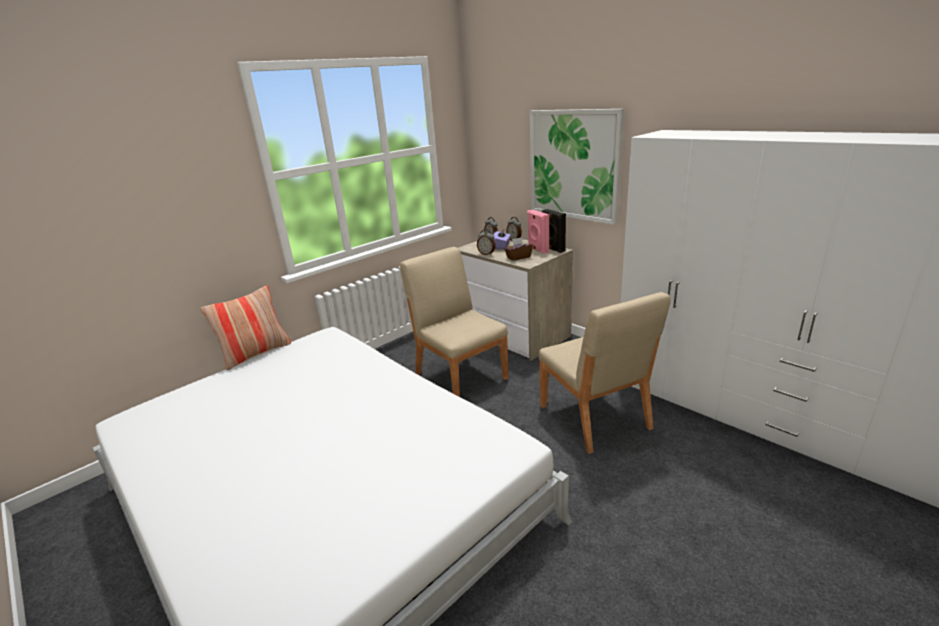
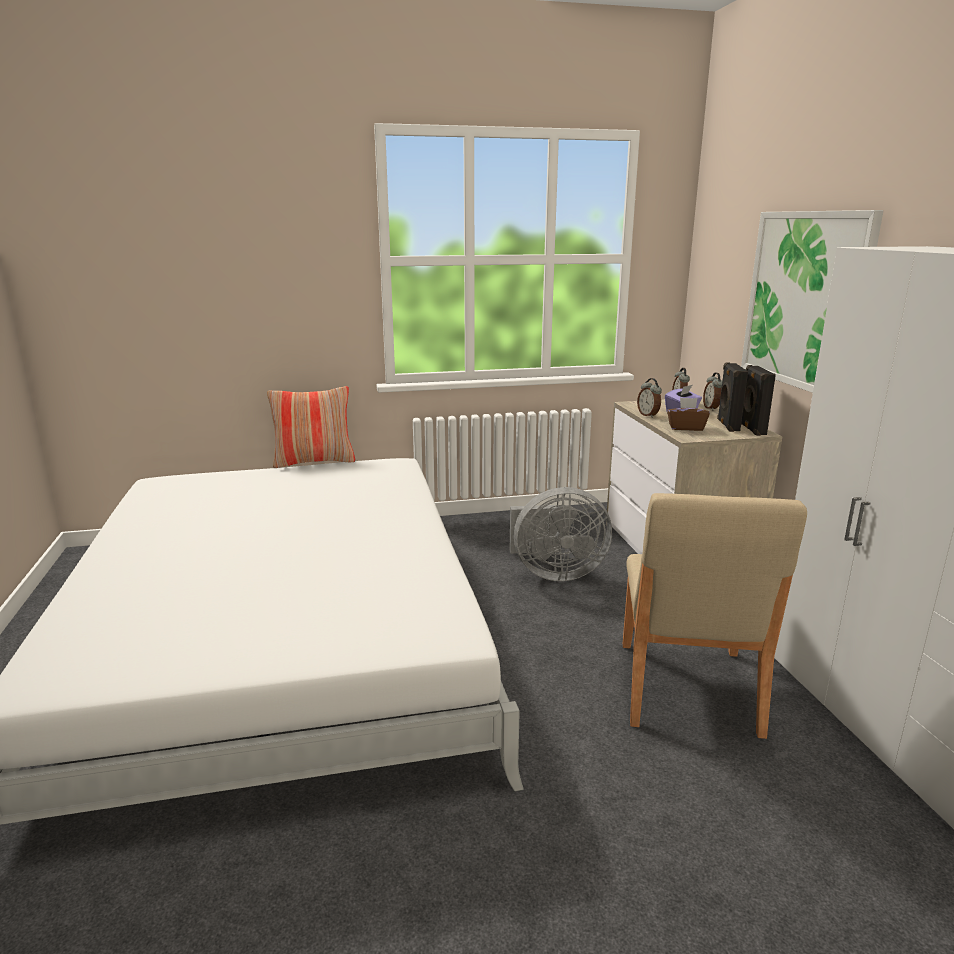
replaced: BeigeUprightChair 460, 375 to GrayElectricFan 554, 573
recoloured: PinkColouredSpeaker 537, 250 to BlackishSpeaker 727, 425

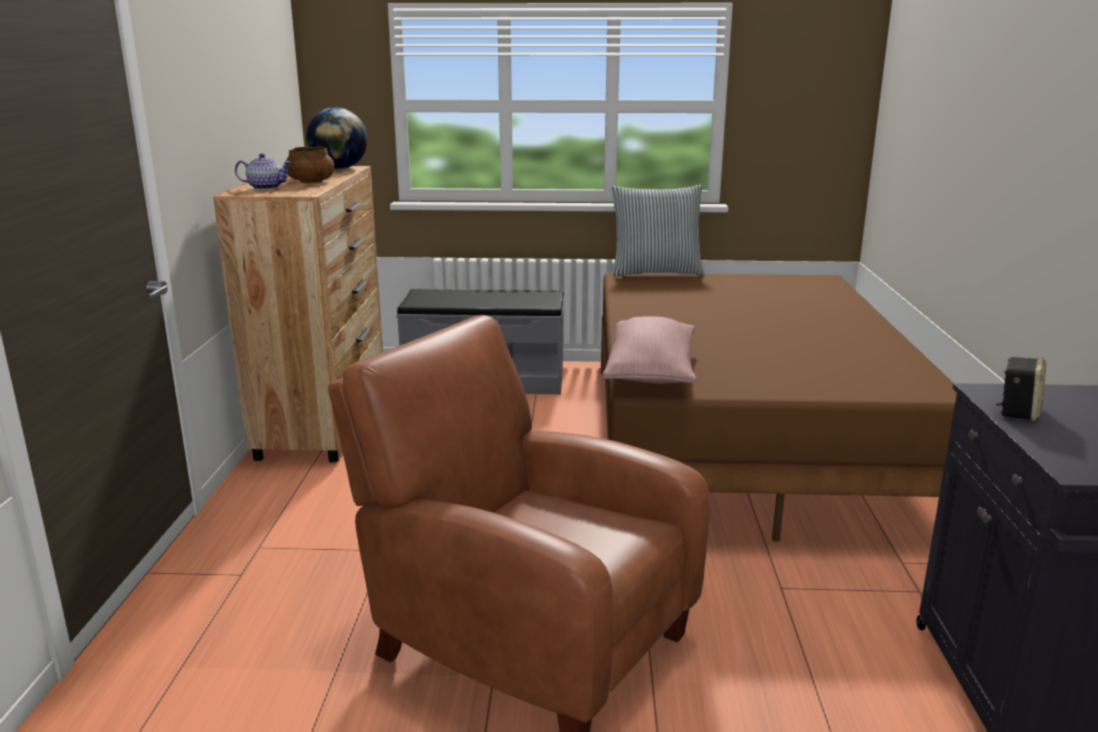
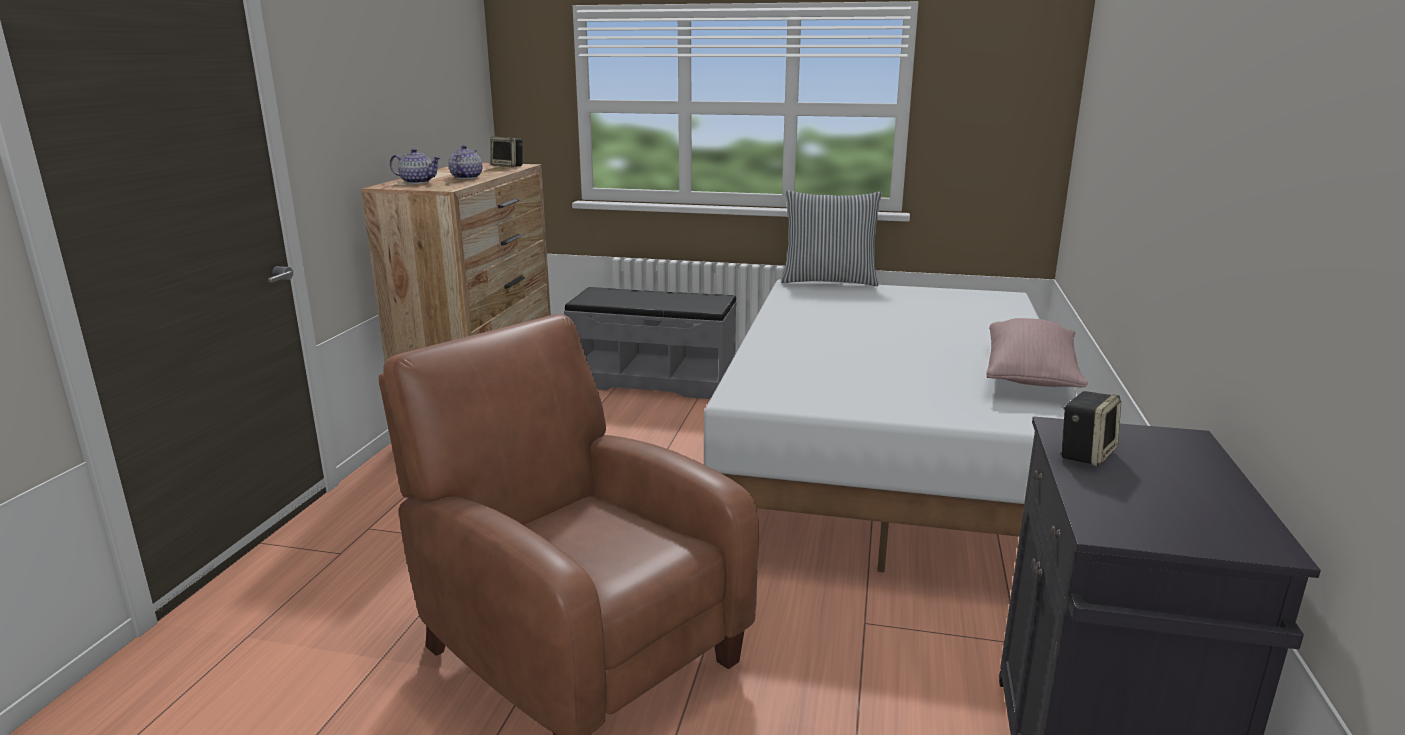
moved: PinkColouredThrowPillow 651, 372 to 1030, 375
replaced: BrownServingBowl 311, 182 to PotForTea 466, 177; WorldGlobe 339, 168 to Speaker 508, 166
recoloured: BrownBedroomBed 741, 443 to WhitishBedroomBed 888, 463

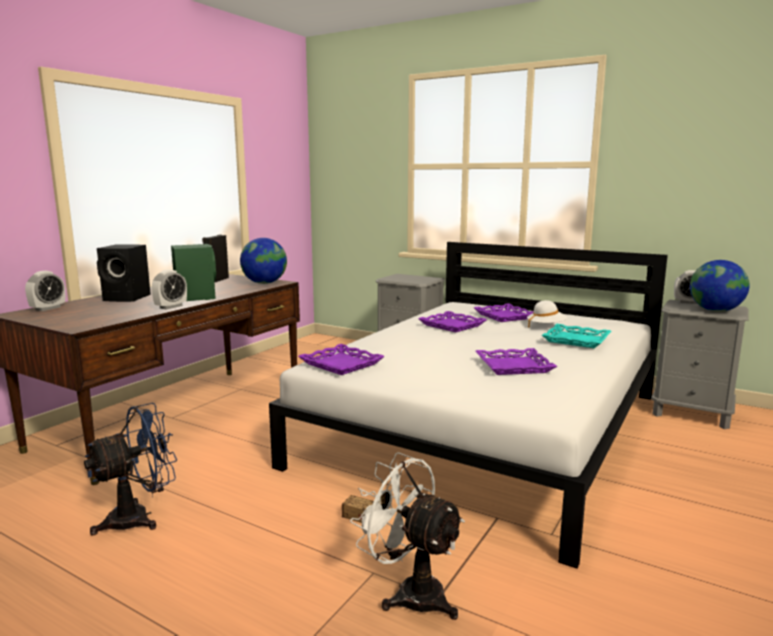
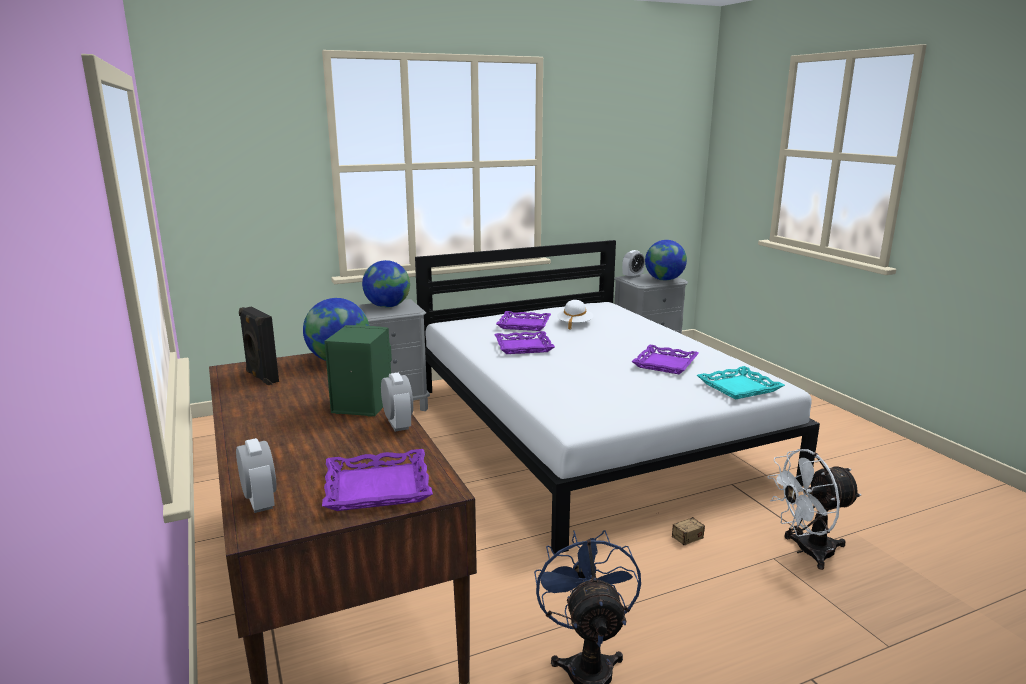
removed: BlackishSpeaker 128, 298
added: WorldGlobe 387, 306
moved: PurpleCarryingTray 340, 364 to 377, 488; TurquoiseCarryingTray 576, 340 to 738, 387

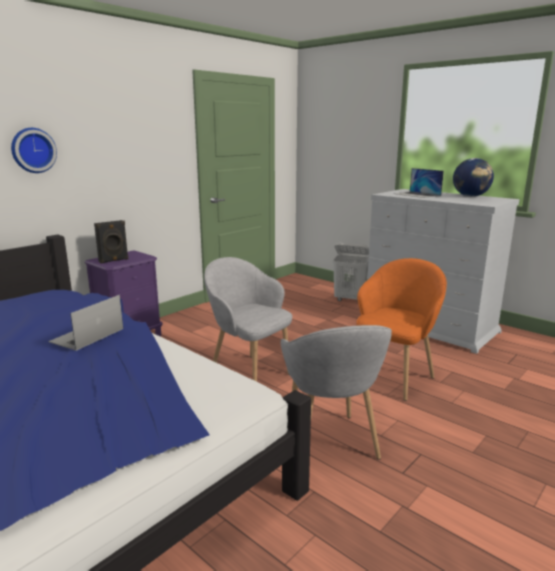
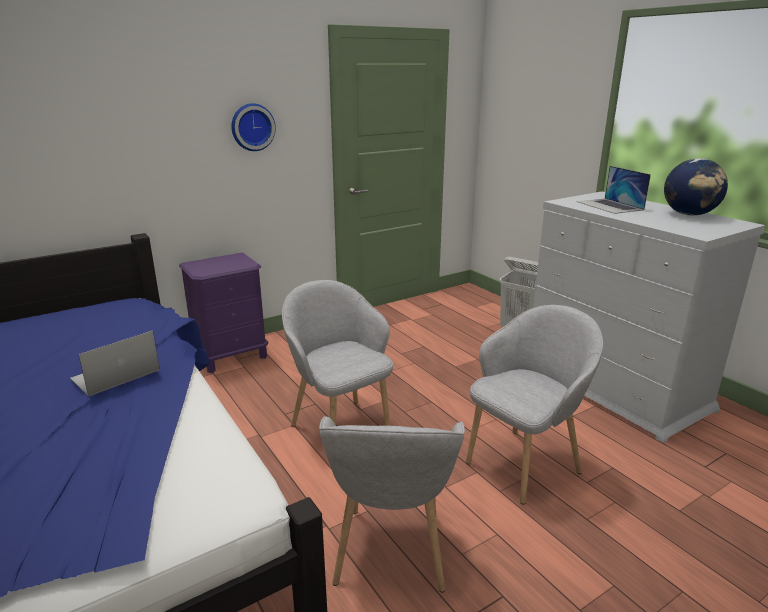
removed: BlackishSpeaker 114, 260
moved: ClockOnTheWall 33, 150 to 252, 127
recoloured: OrangeArmchair 394, 378 to GrayArmchair 524, 464

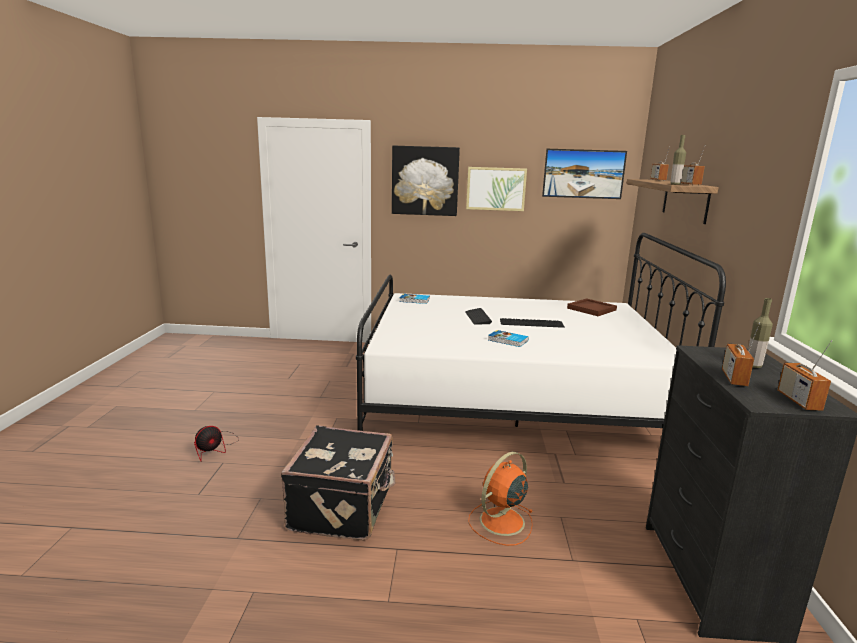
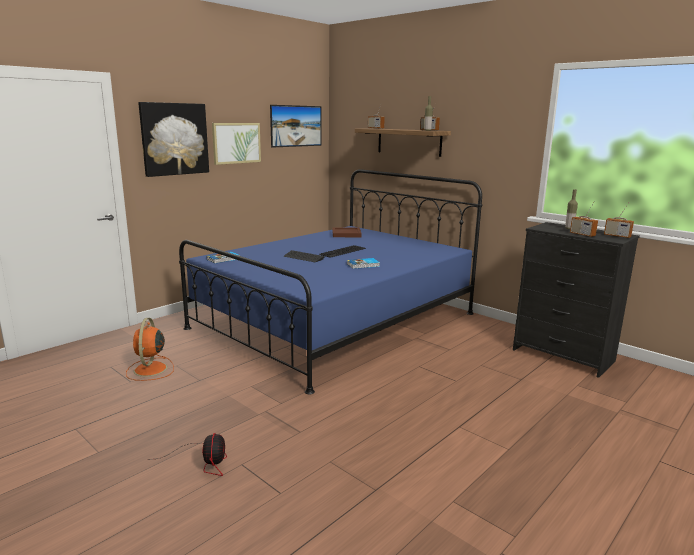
removed: BlackishTravelCase 344, 508
moved: OrangeElectricFan 500, 522 to 150, 370
recoloured: WhitishBedroomBed 511, 400 to BlueColouredBedroomBed 335, 320

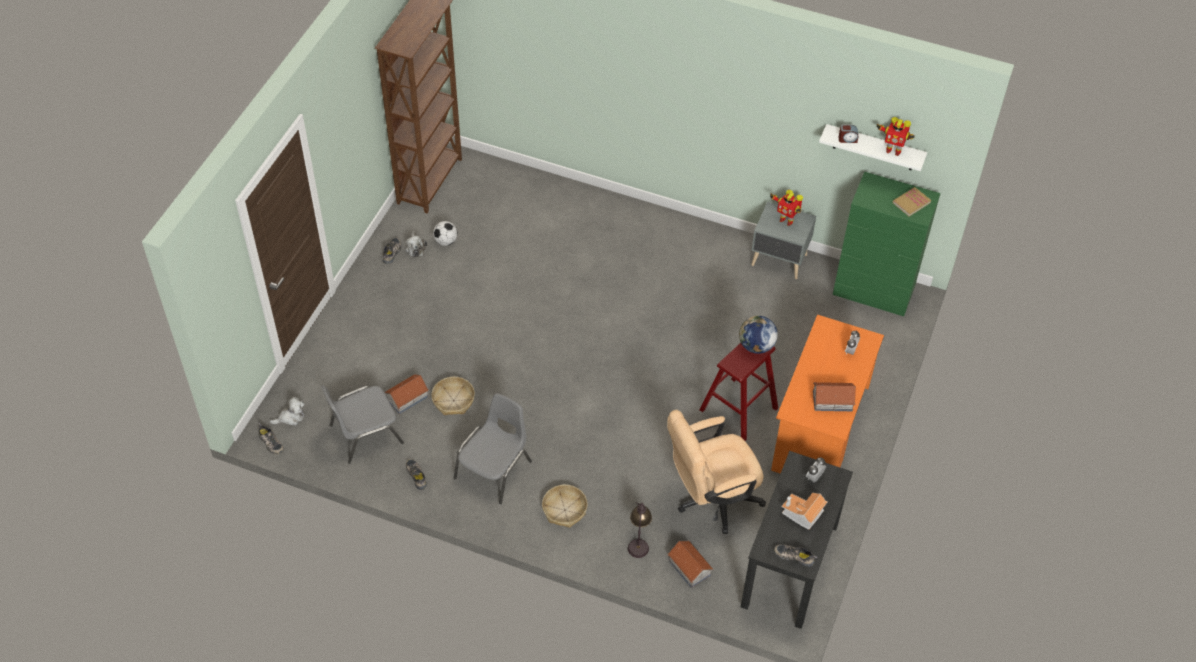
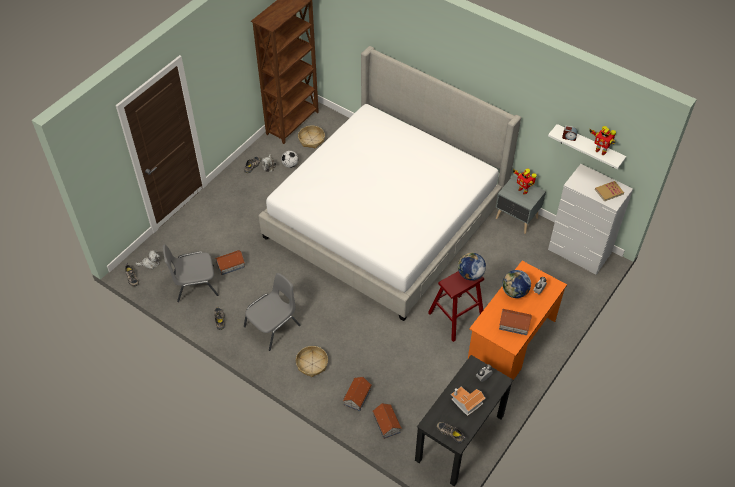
removed: BeigeDeskChair 711, 500
added: BedroomBed 385, 219; WorldGlobe 514, 292
moved: StorageBasket 453, 400 to 311, 140
replaced: TableLamp 638, 541 to MiniatureHouse 357, 397
recoloured: GreenDrawerChest 874, 291 to WhitishDrawerChest 579, 252

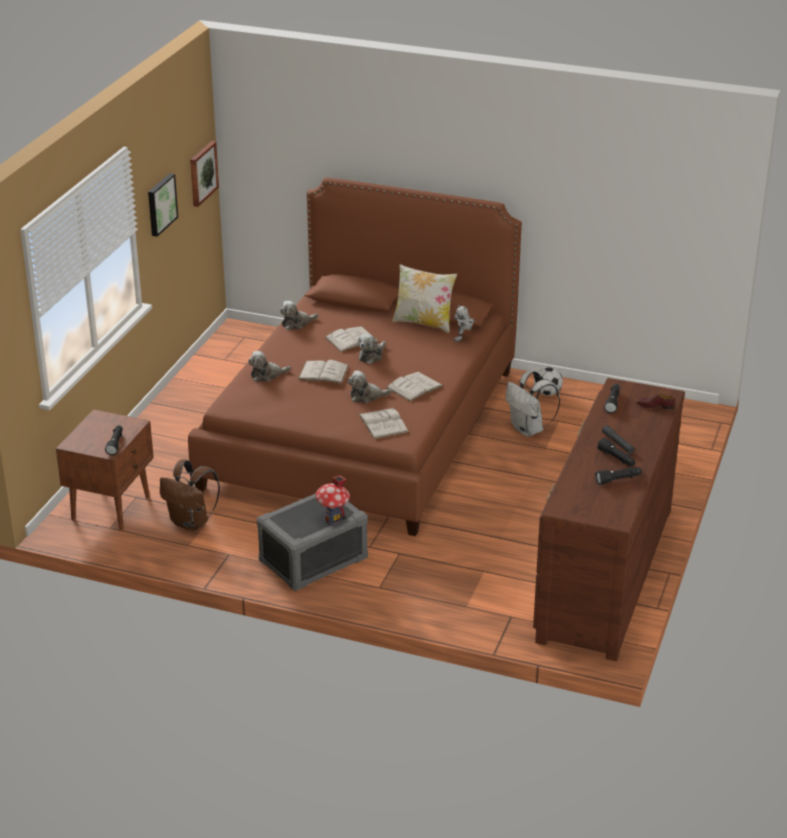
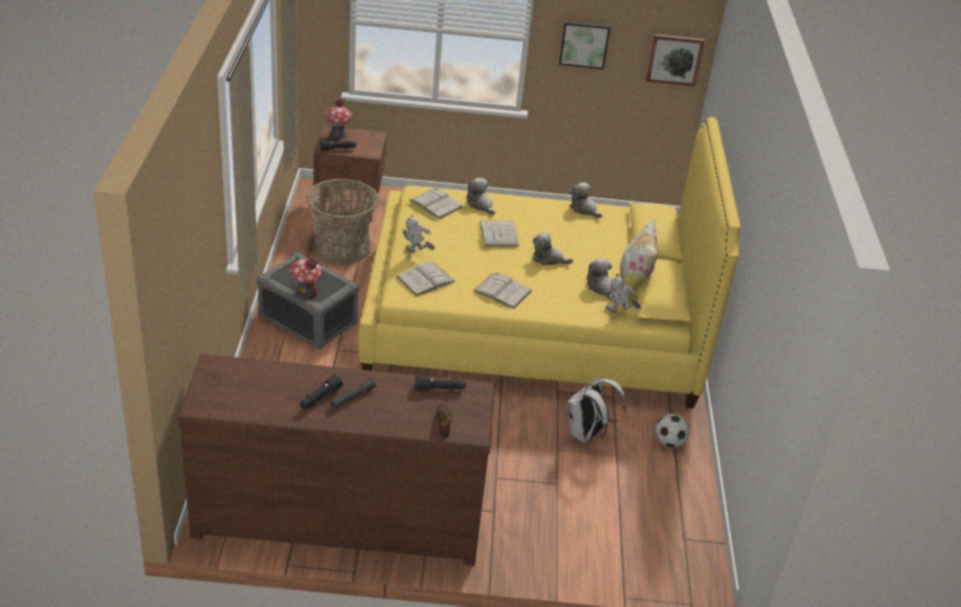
removed: BlackishFlashlight 618, 479
added: MiniatureHouse 338, 135; ToyRobot 416, 254
moved: WhitishVolume 351, 339 to 436, 203; PlushToy 366, 396 to 601, 288
replaced: BrownKnapsack 191, 523 to StorageBasket 342, 247
recoloured: BrownBedroomBed 361, 427 to YellowBedroomBed 532, 319

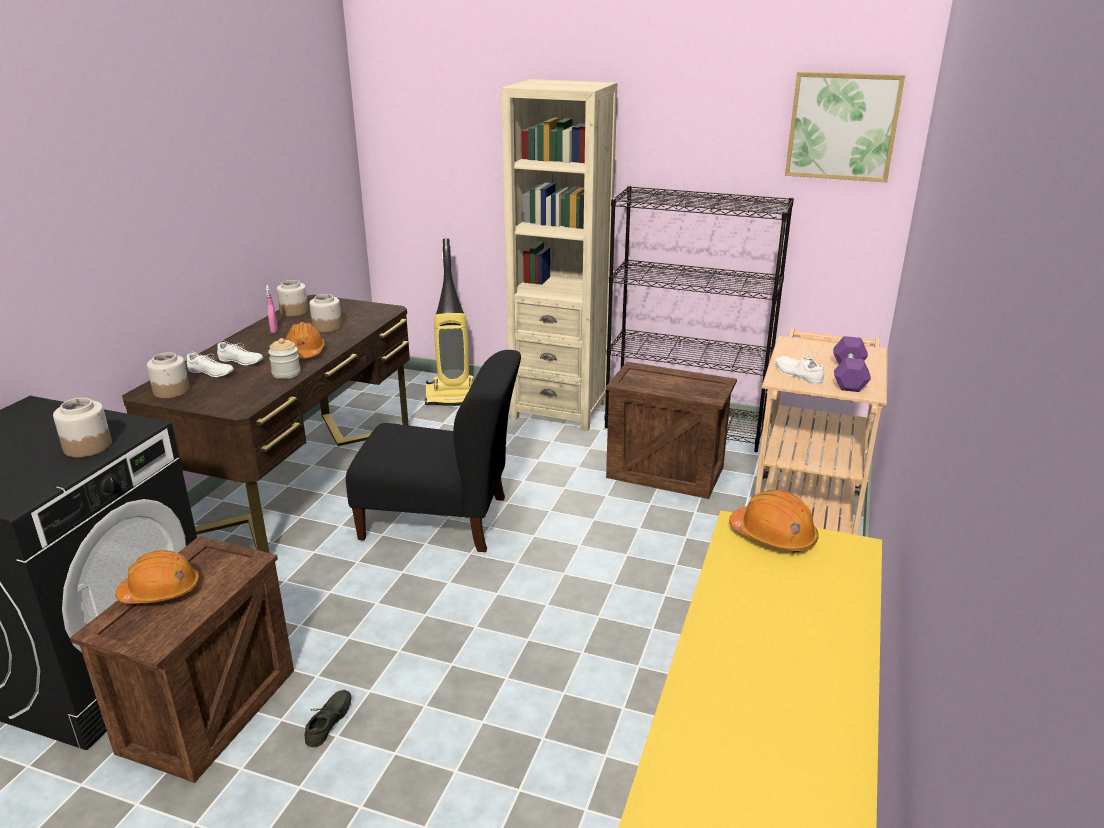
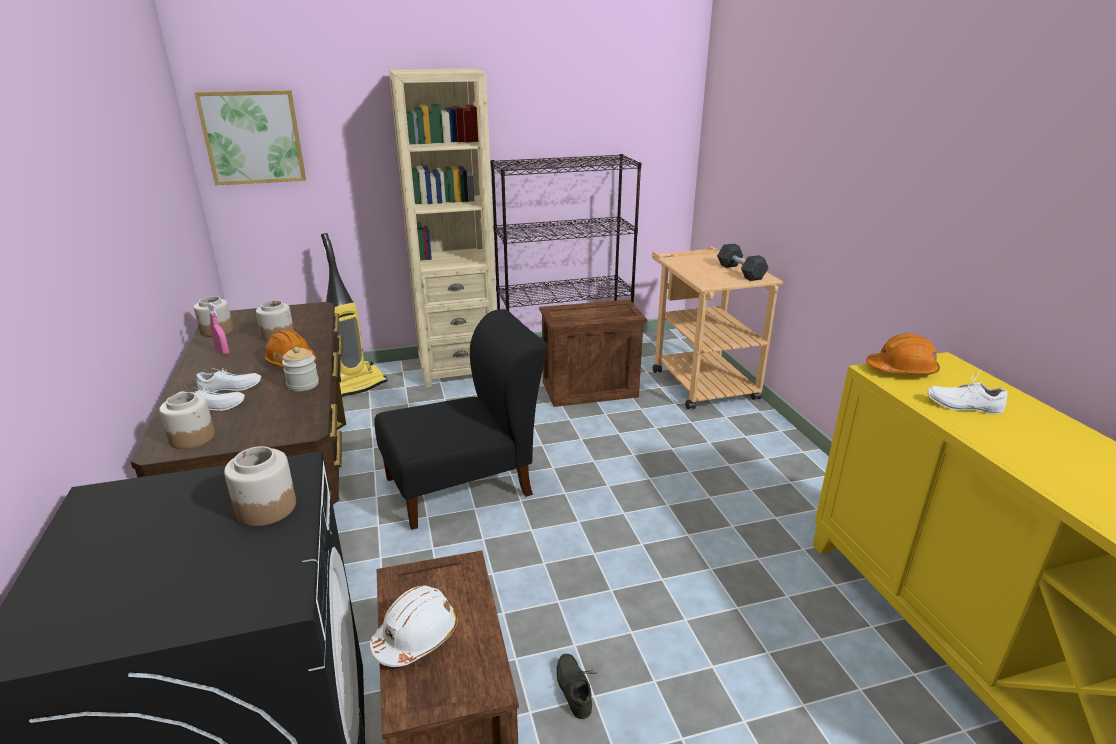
moved: WhitishShoe 799, 374 to 962, 404; WallPicture 842, 126 to 253, 137
recoloured: OrangeWorkHelmet 161, 591 to WhitishWorkHelmet 416, 636; PurpleFreeWeight 849, 376 to GrayFreeWeight 740, 272

